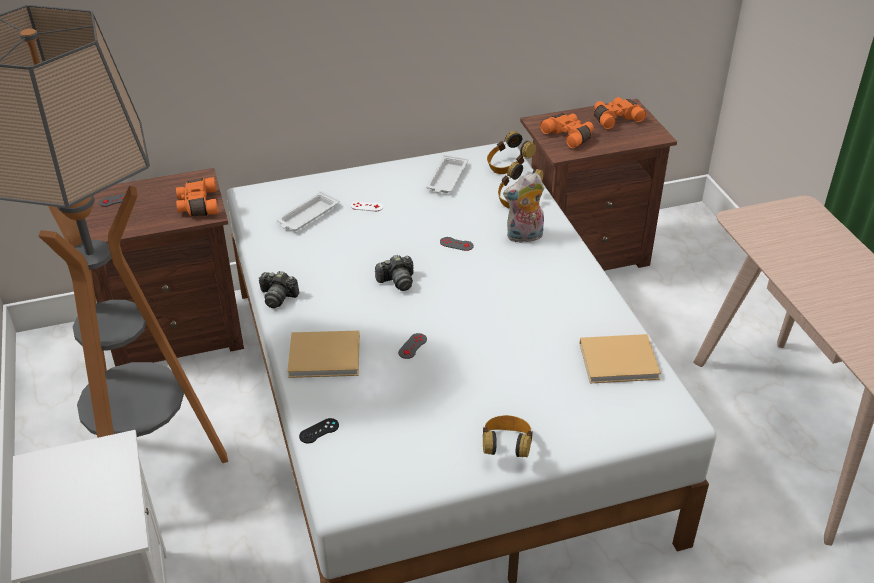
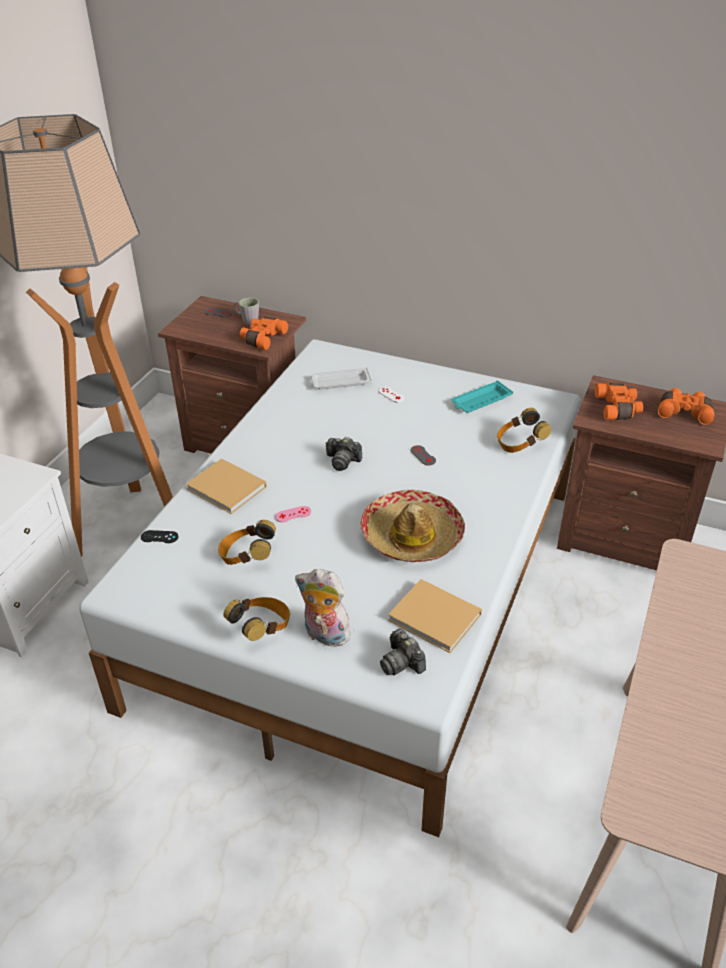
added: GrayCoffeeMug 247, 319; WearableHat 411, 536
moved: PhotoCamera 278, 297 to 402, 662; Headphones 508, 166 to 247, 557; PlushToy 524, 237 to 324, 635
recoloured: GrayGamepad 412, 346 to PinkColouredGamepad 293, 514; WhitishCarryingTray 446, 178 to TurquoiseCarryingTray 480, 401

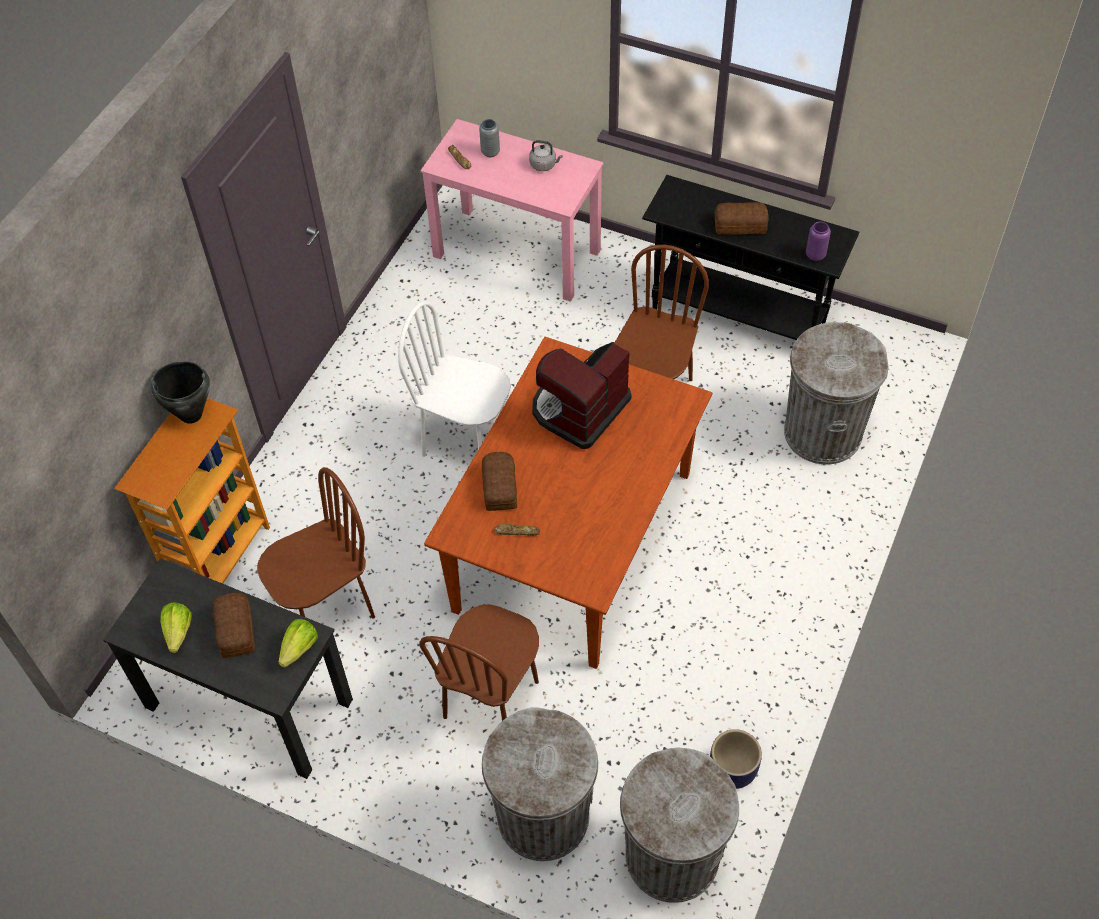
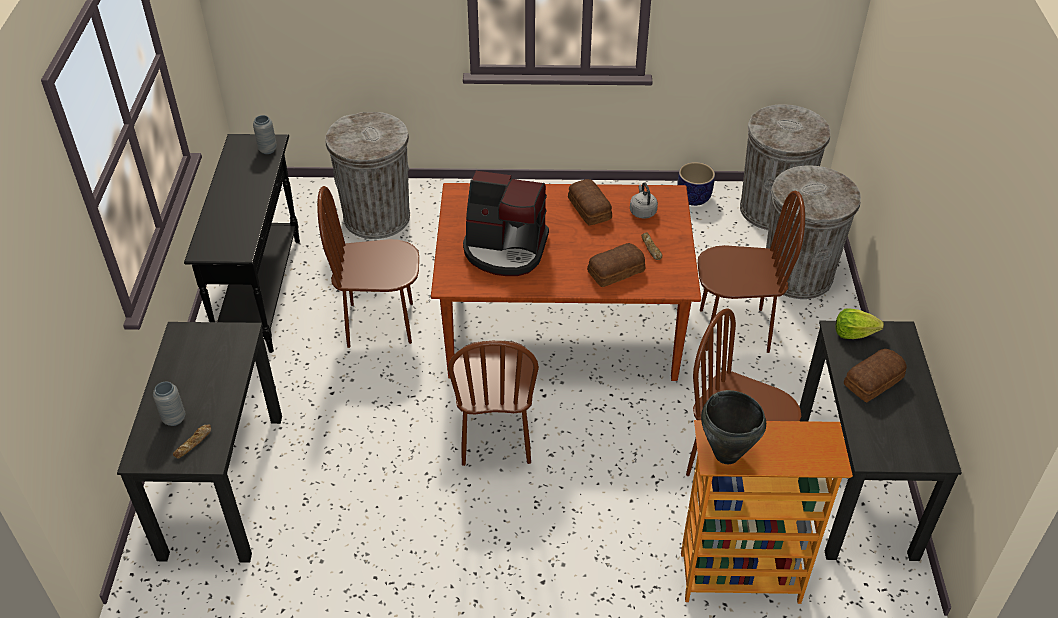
removed: Lettuce 179, 632
moved: GrayWaterKettle 544, 165 to 642, 211; Bread 739, 224 to 589, 209
recoloured: WhitishUprightChair 465, 440 to BrownUprightChair 495, 437; PinkColouredDesk 517, 253 to BlackishDesk 223, 484; PurpleFlowerVase 815, 255 to GrayFlowerVase 268, 150

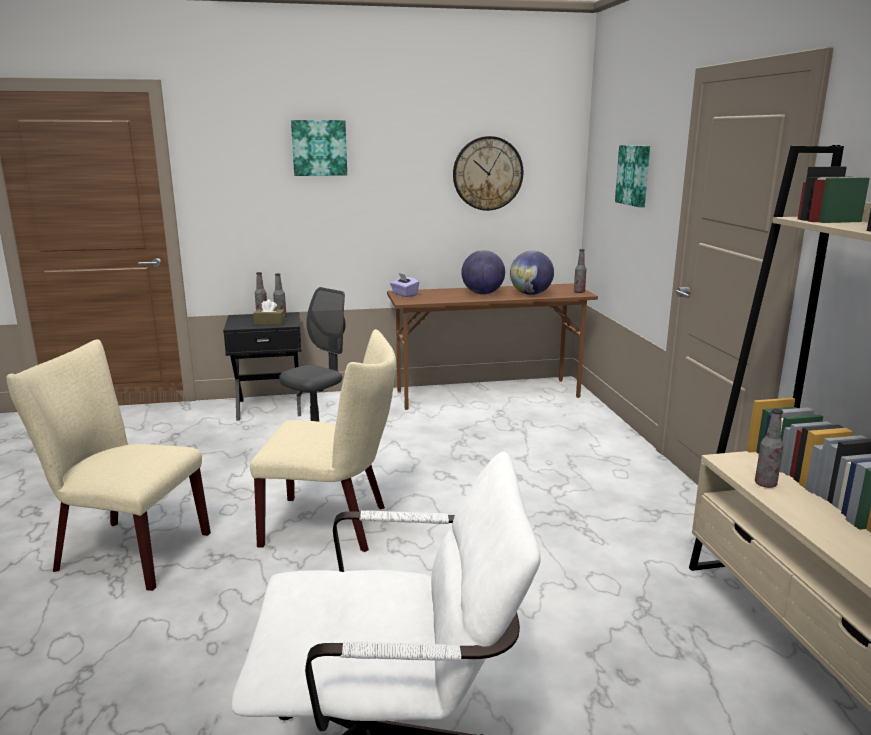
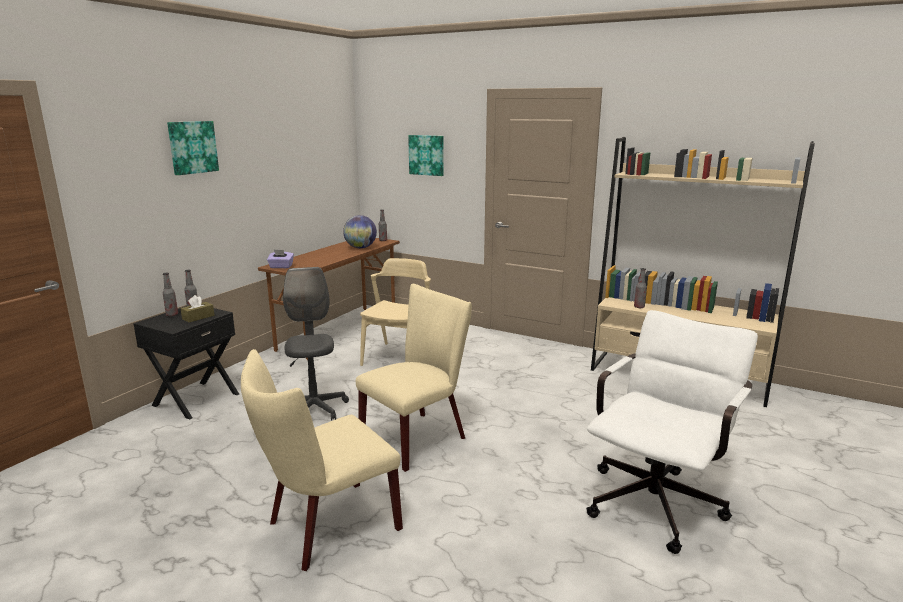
removed: ClockOnTheWall 487, 173; WorldGlobe 482, 293
added: BeigeUprightChair 398, 357

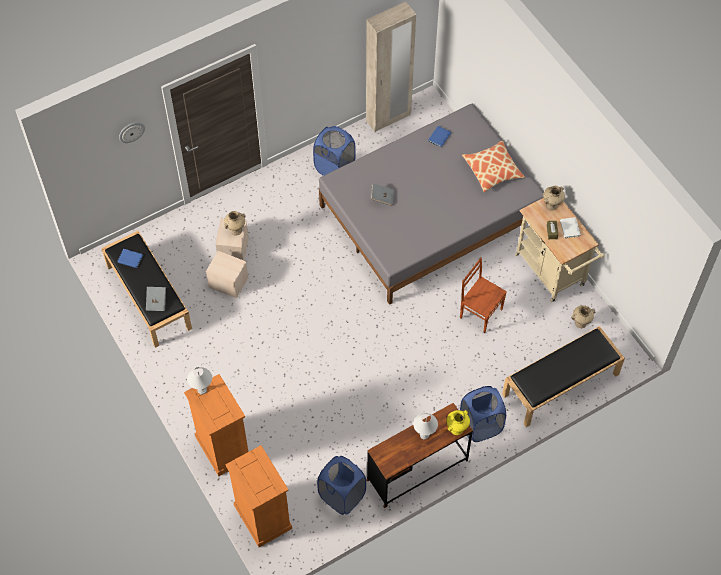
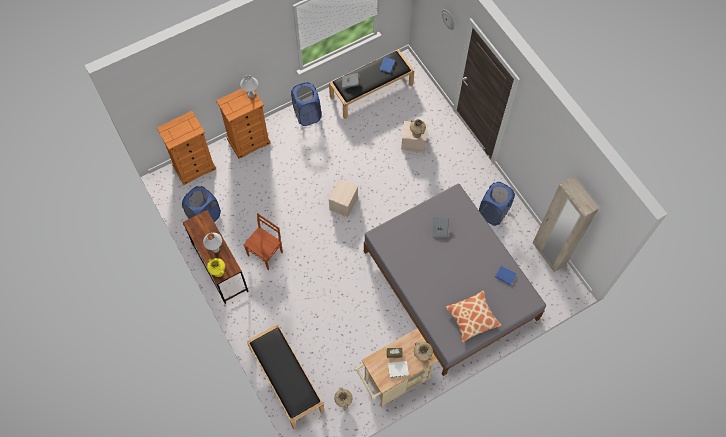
moved: BeigeStorageBin 228, 282 to 343, 203; BrownUprightChair 480, 313 to 266, 254; BlueColouredLaundryBasket 480, 426 to 307, 115

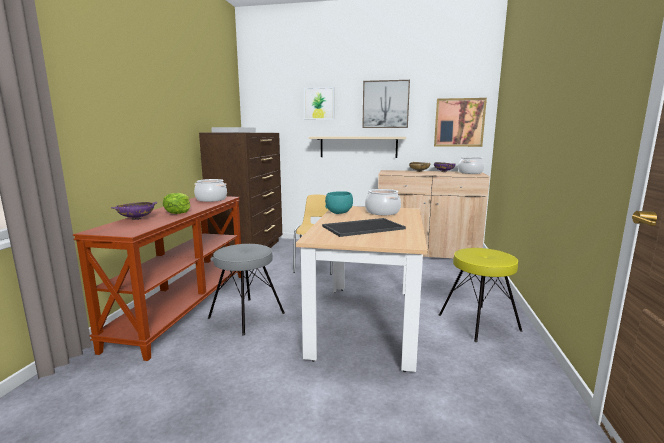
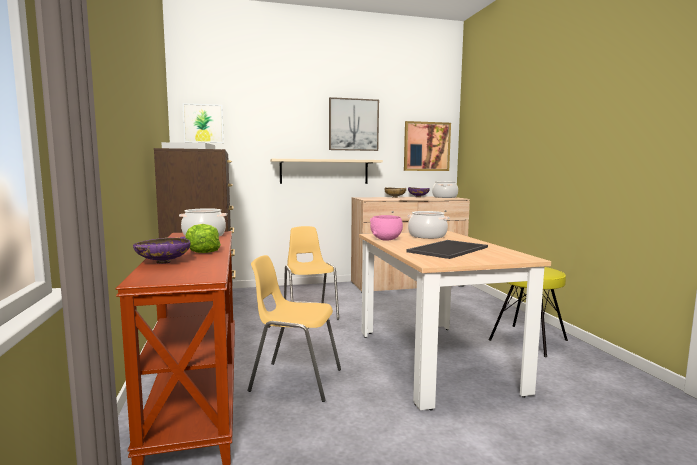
moved: WallPicture 319, 103 to 203, 123
replaced: GrayStoolSeat 246, 315 to YellowUprightChair 295, 380
recoloured: TurquoiseServingBowl 339, 212 to PinkColouredServingBowl 386, 239

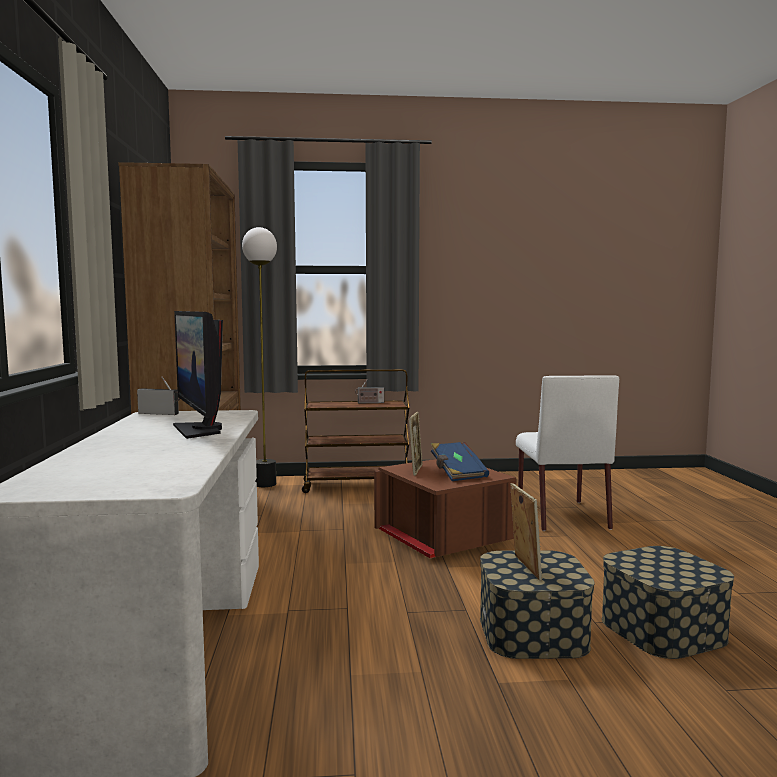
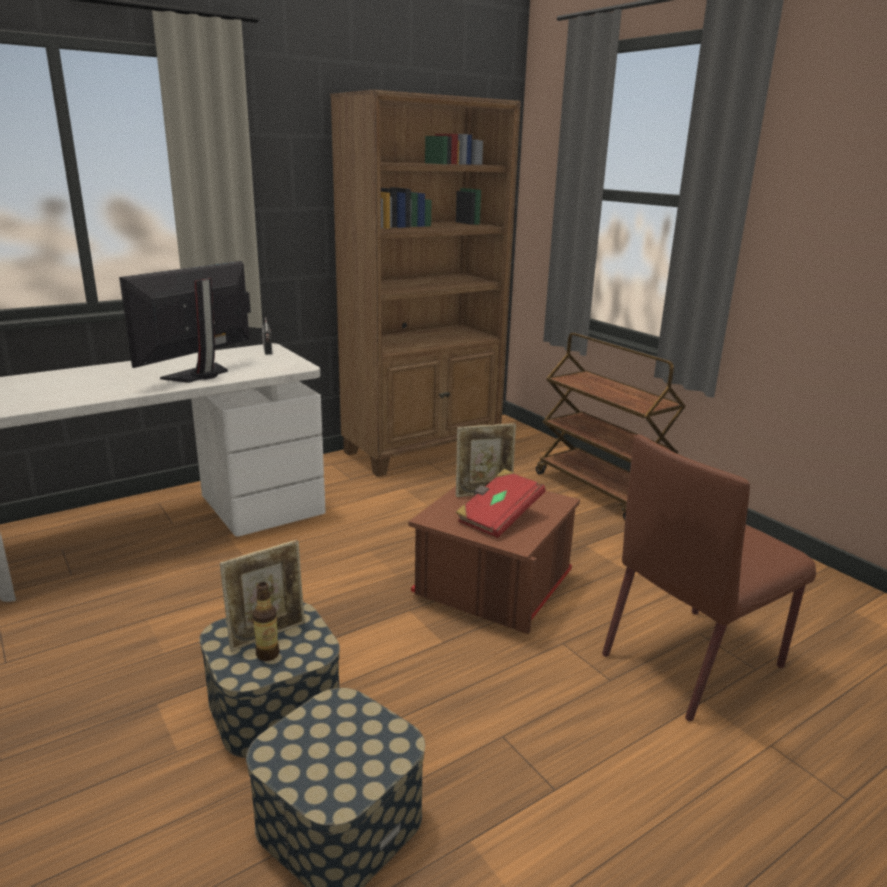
removed: StandingLamp 265, 484; RadioSet 369, 403
added: Bottle 268, 654
recoloured: BlueColouredVolume 457, 473 to RedVolume 498, 517; WhitishUprightChair 561, 515 to BrownUprightChair 694, 659

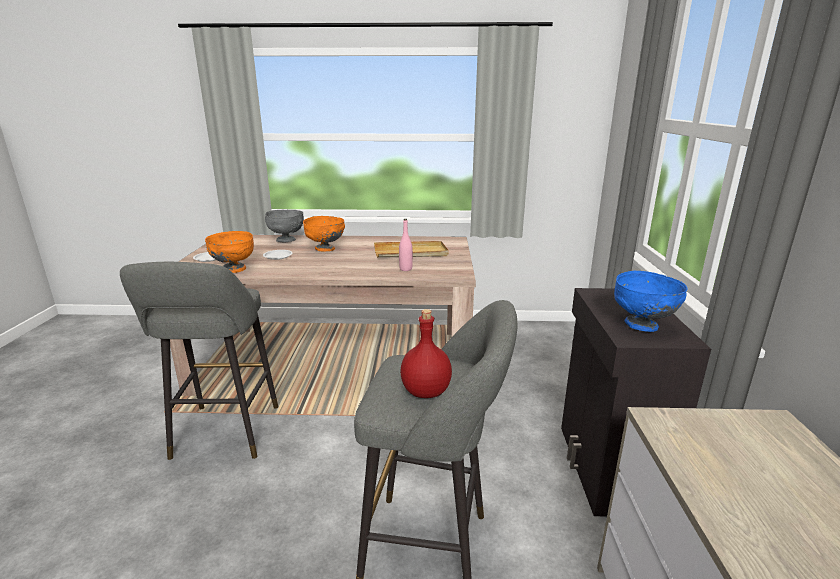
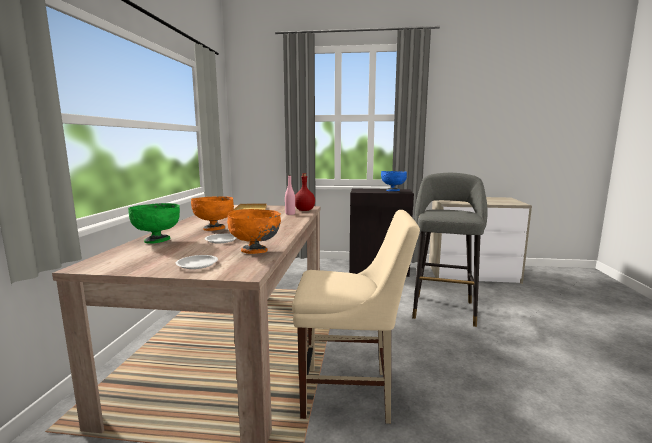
moved: RedBottle 426, 391 to 304, 210
replaced: GrayStoolSeat 224, 435 to BeigeUprightChair 352, 394
recoloured: GrayServingBowl 286, 240 to GreenServingBowl 157, 240

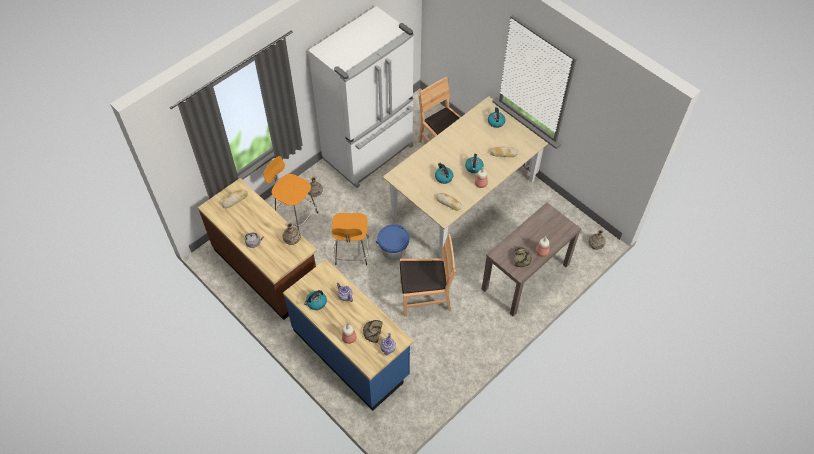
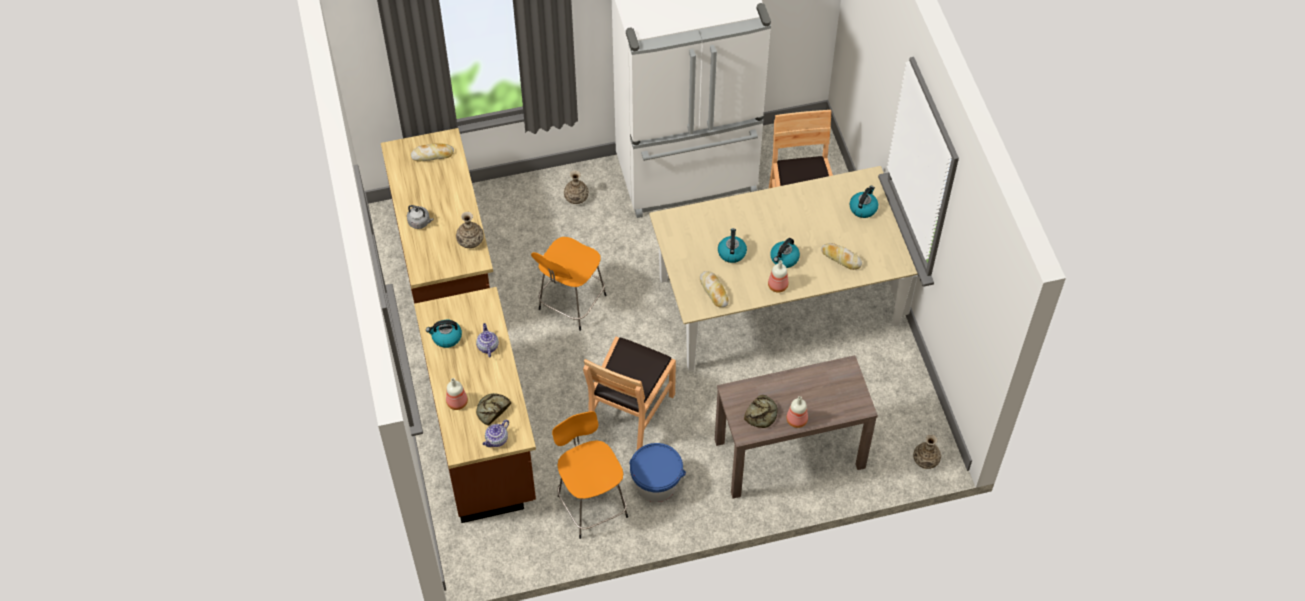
moved: OrangeStoolSeat 295, 215 to 591, 504; BlueColouredBucket 393, 250 to 656, 484
recoloured: BlueColouredCounter 351, 352 to BrownCounter 483, 435
turned: BrownUprightChair 425, 296 = 630, 411 90 degrees clockwise

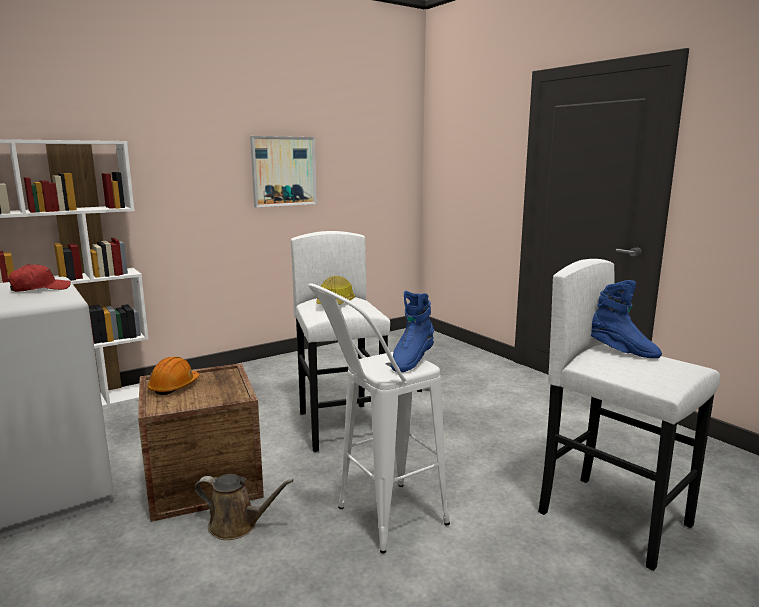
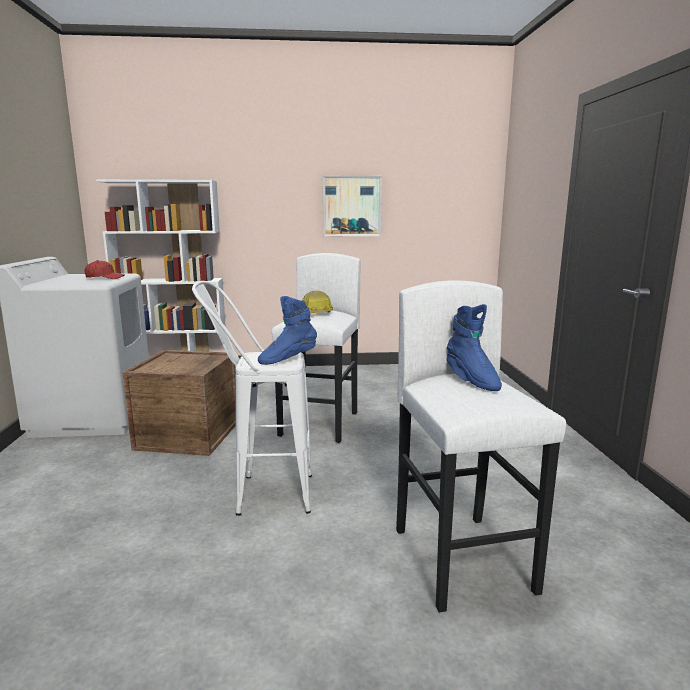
removed: OrangeWorkHelmet 174, 386; BrownWateringCan 237, 525

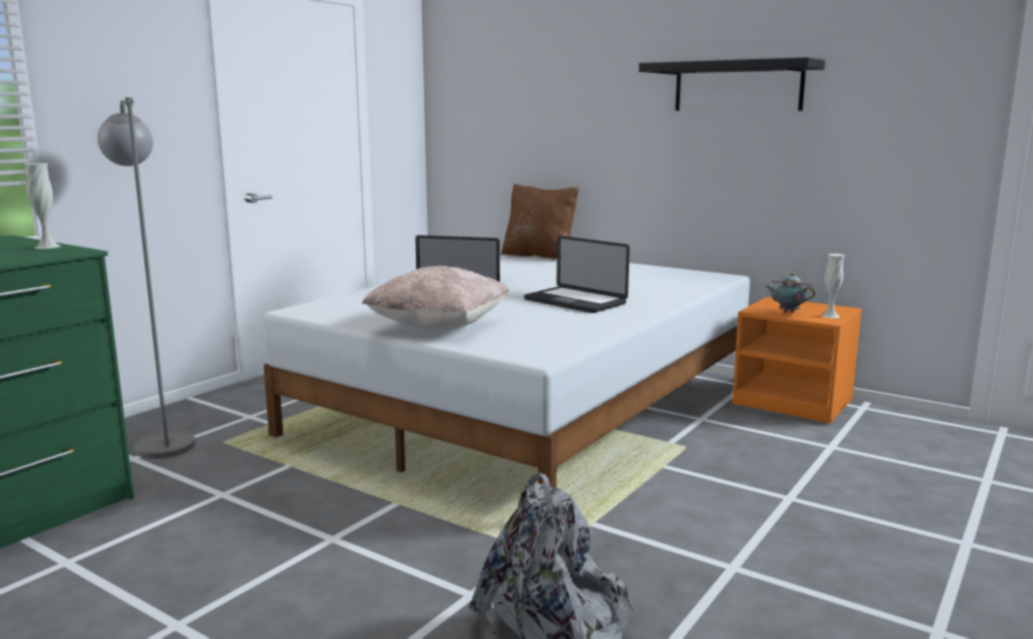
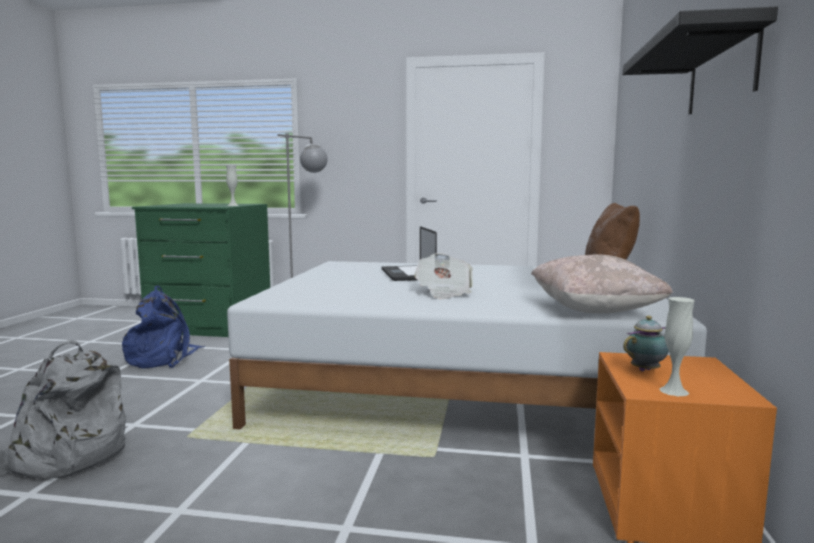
added: BlueColouredKnapsack 163, 358
moved: BeigeThrowPillow 439, 326 to 594, 310
replaced: PortableComputer 575, 302 to DailyPaper 444, 292
turned: PotForTea 787, 312 = 647, 370 60 degrees clockwise

